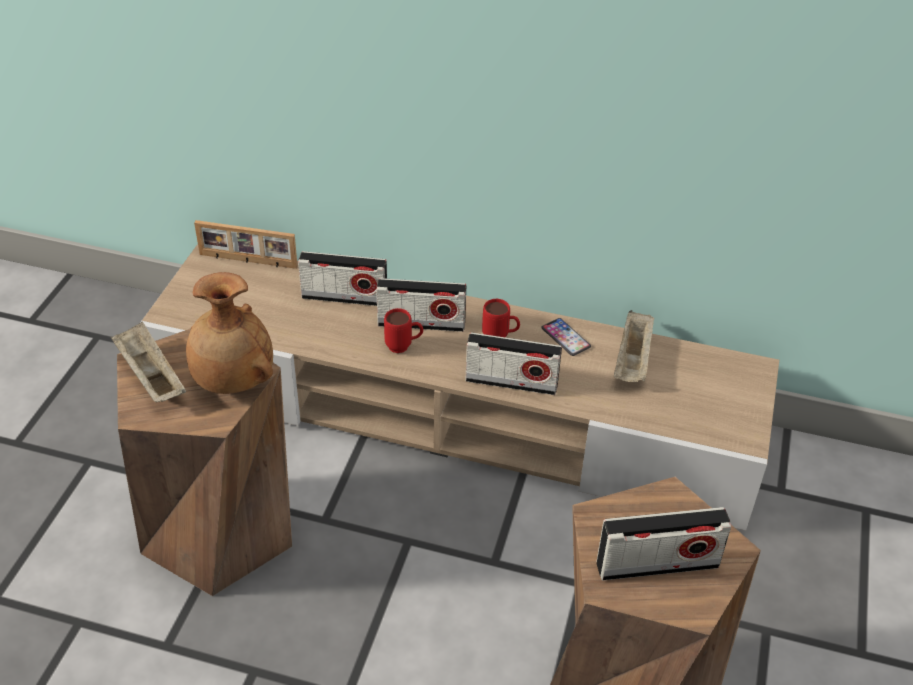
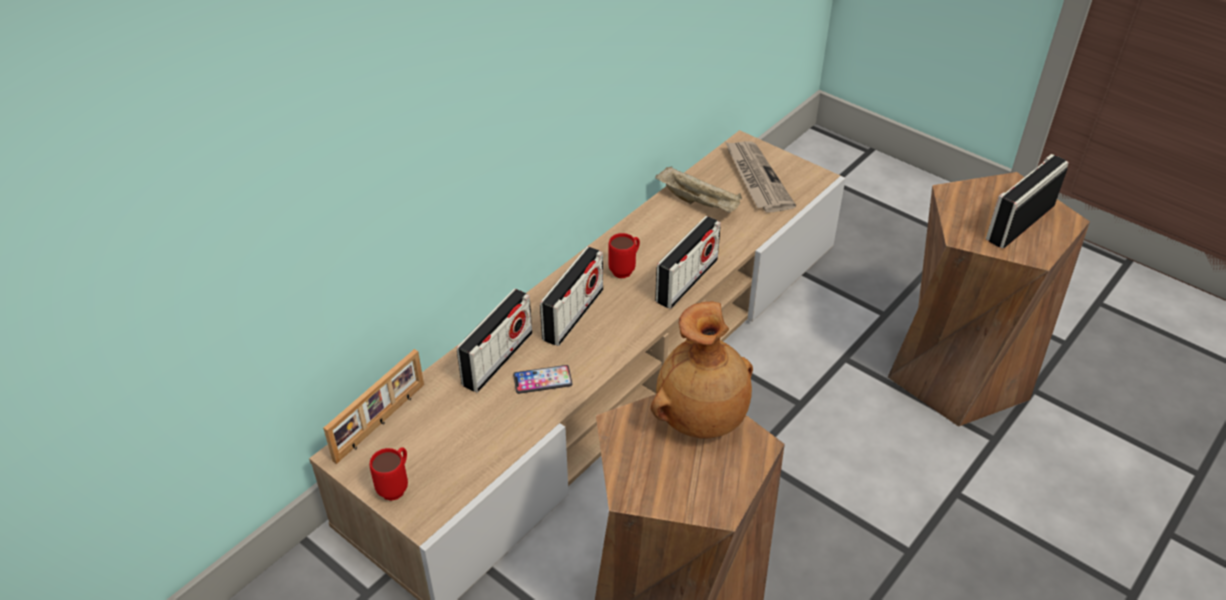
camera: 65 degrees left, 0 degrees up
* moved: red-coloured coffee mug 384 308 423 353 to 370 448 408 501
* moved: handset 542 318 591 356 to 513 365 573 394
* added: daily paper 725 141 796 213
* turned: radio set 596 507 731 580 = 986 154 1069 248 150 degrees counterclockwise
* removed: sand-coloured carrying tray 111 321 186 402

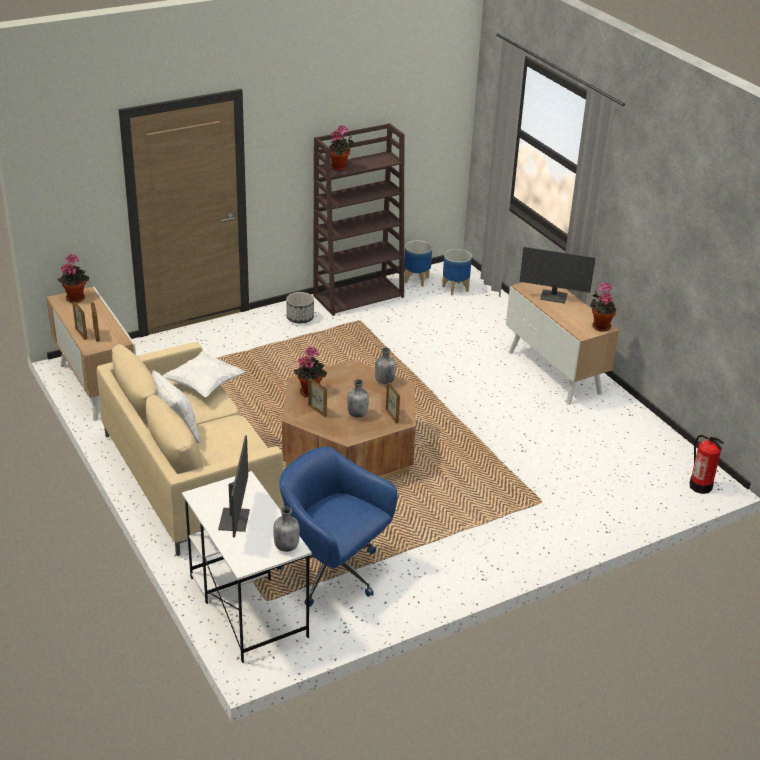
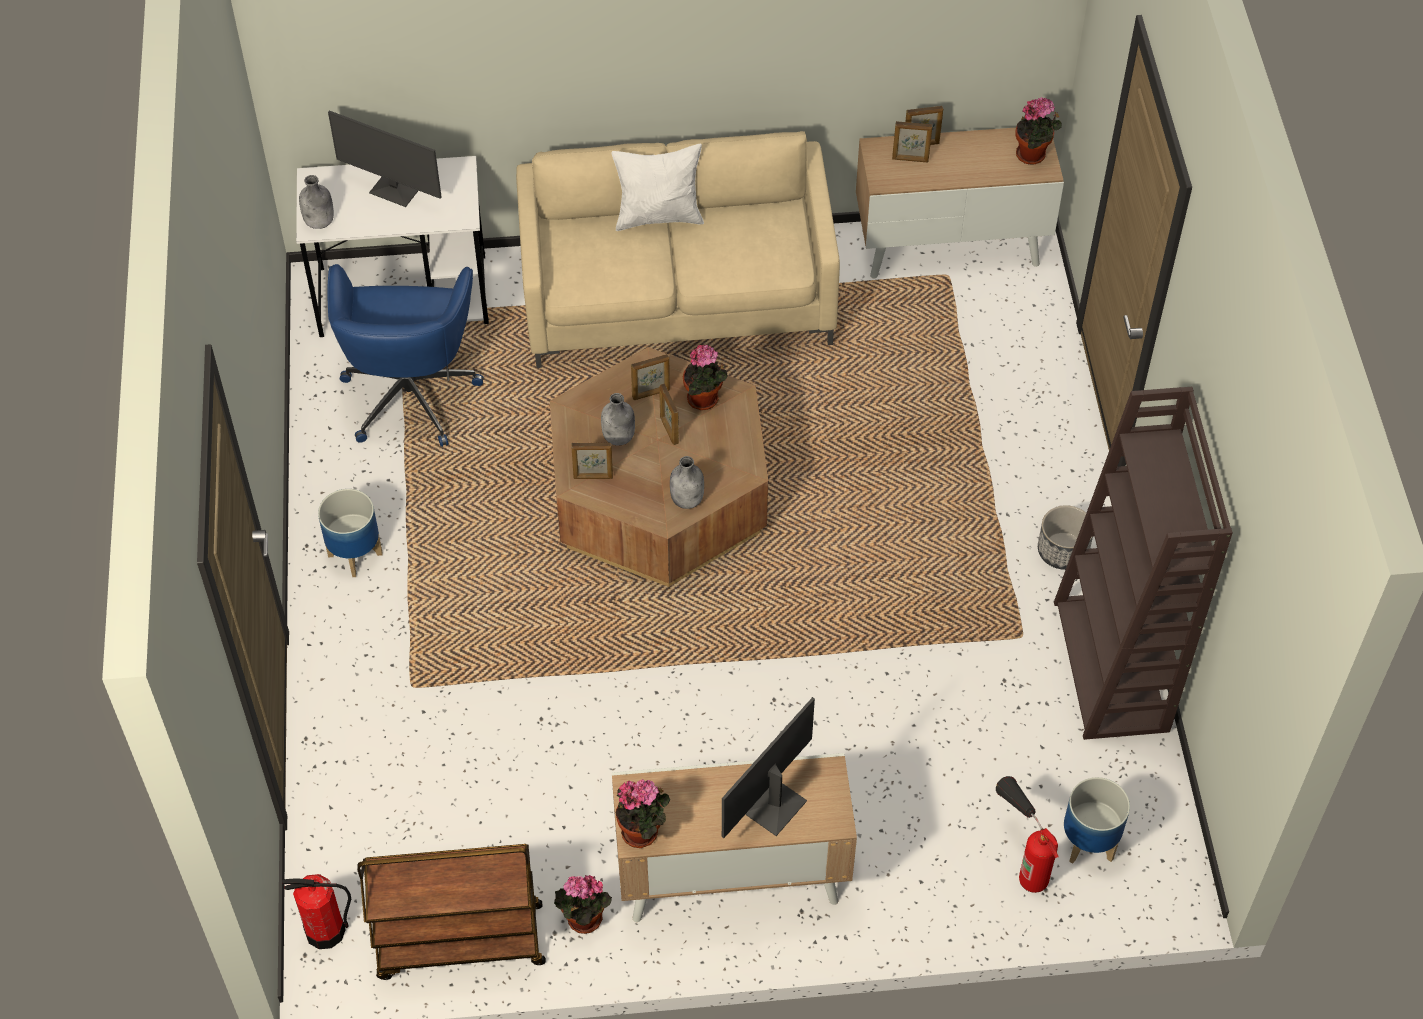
camera: 115 degrees right, 20 degrees up
* moved: planter 404 240 432 287 to 318 489 383 577
* turned: bluish office chair 276 446 398 607 = 327 264 484 447 120 degrees clockwise
* added: brown cart 357 844 546 980
* moved: potted plant 329 125 354 171 to 554 875 612 934
* added: picture frame 659 383 679 445
* added: fire extinguisher 996 776 1059 893
* removed: white throw pillow 162 351 245 397

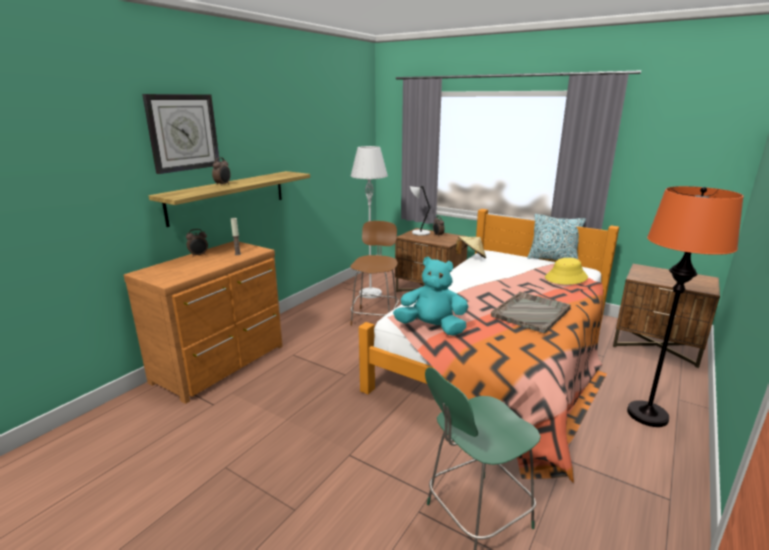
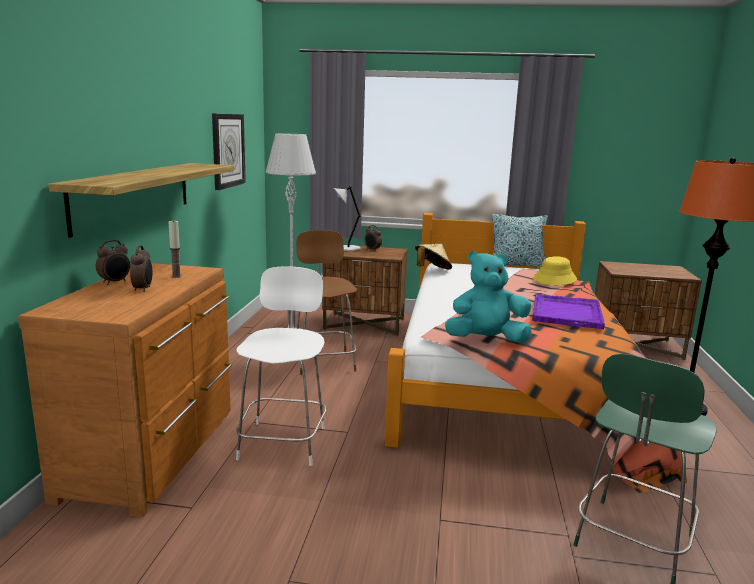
camera: 25 degrees left, 5 degrees down
* moved: alarm clock 212 157 230 186 to 130 245 153 292
* moved: clock on the wall 142 94 220 174 to 212 113 246 190
* added: white upright chair 236 266 326 466
* recoloured: gray carrying tray 491 292 571 334 to purple carrying tray 532 294 605 329

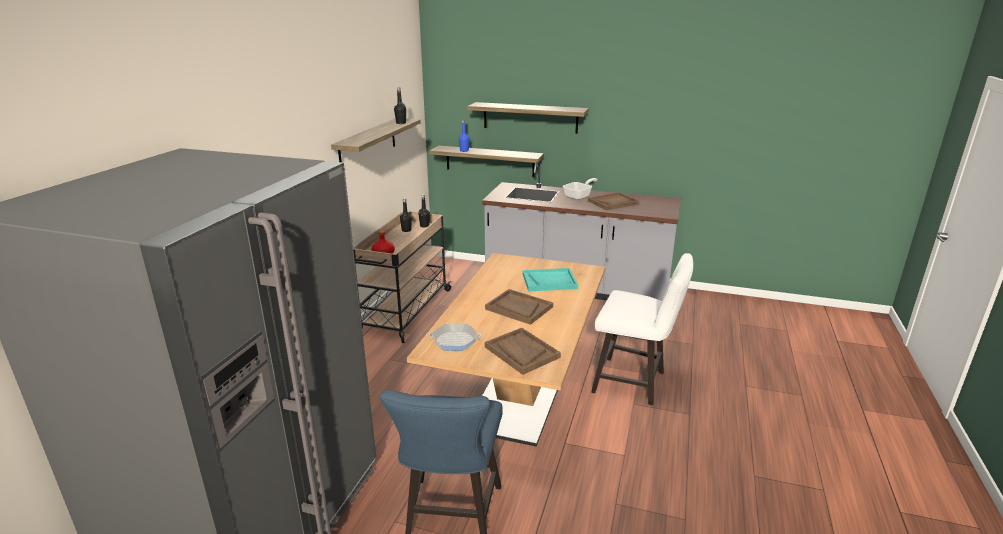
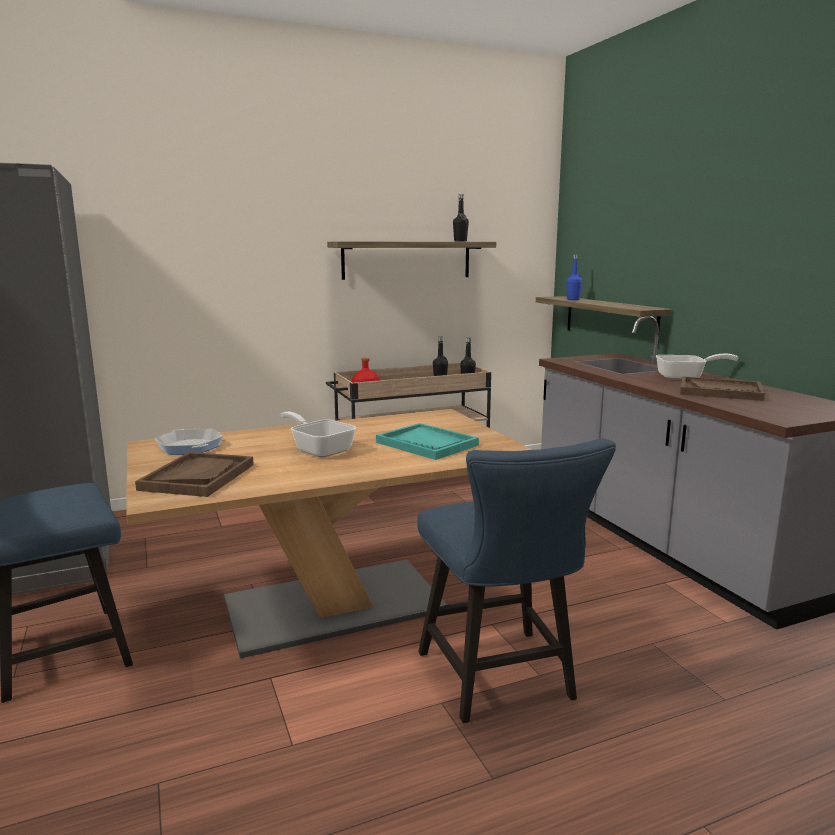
camera: 50 degrees right, 10 degrees down
* replaced: brown carrying tray 485 289 553 325 to pan 280 412 356 457
* recoloured: white upright chair 591 253 693 405 to bluish upright chair 417 438 616 723
* removed: shelf 467 102 589 134

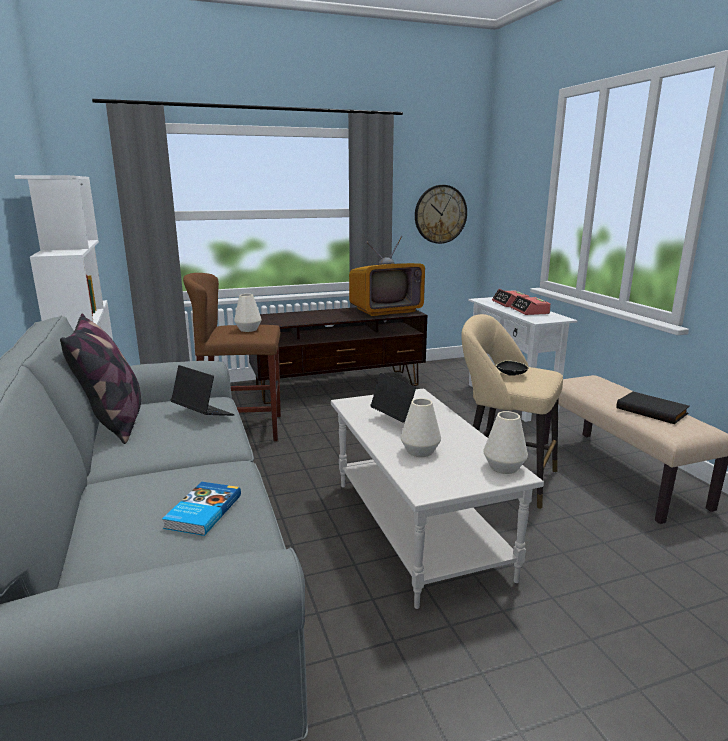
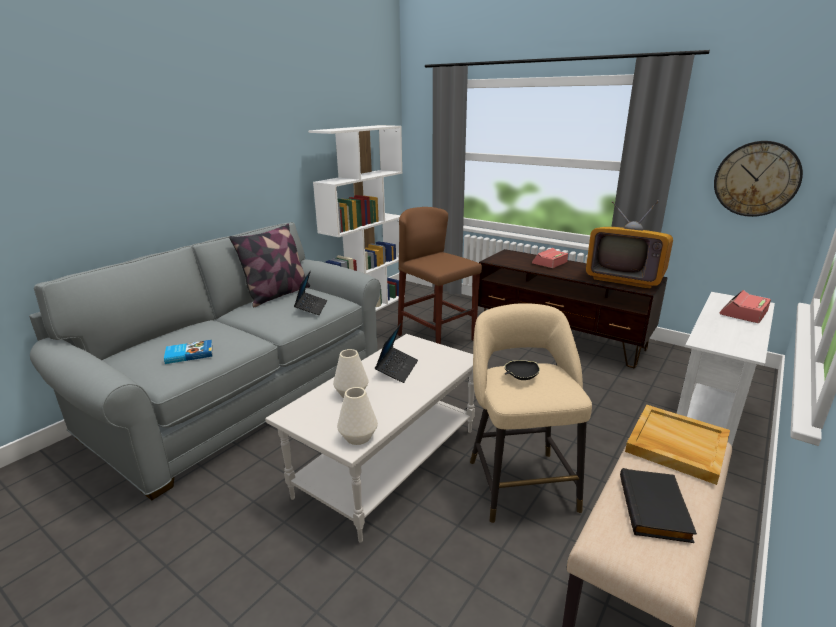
camera: 55 degrees right, 5 degrees up
* moved: alarm clock 510 295 551 315 to 532 248 568 268
* added: sand-coloured carrying tray 625 405 730 485
* removed: white flower vase 234 294 262 332

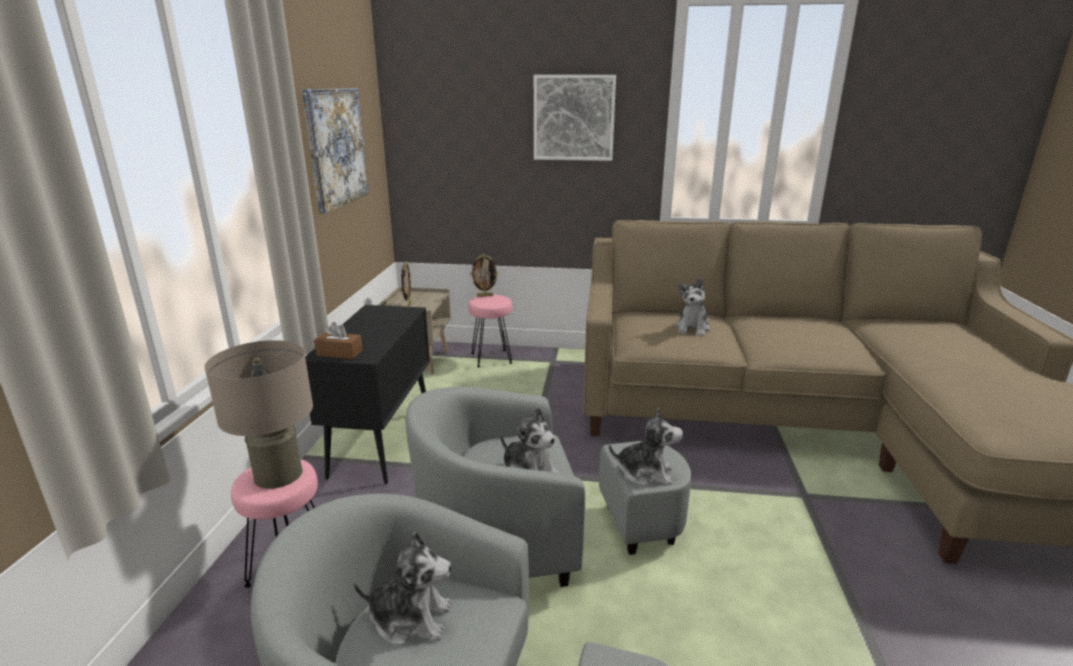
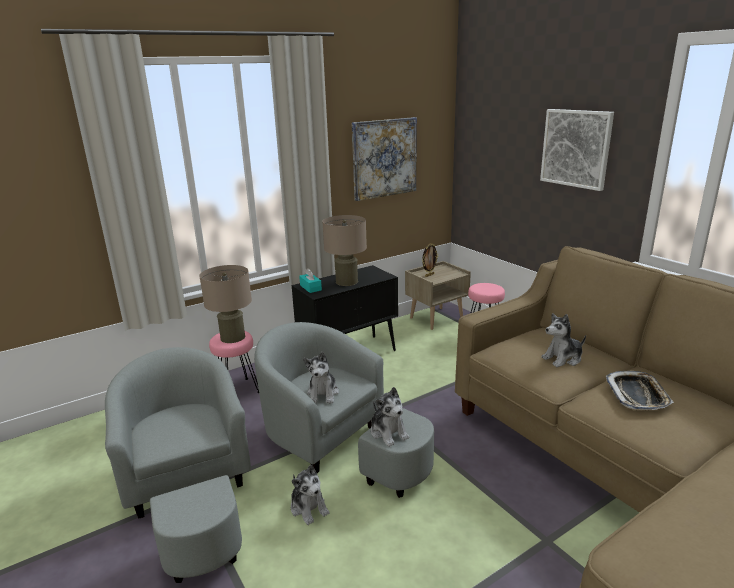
camera: 50 degrees right, 0 degrees up
* moved: cuddly toy 354 532 452 646 to 291 465 330 525
* recoloured: brown tissue box 314 322 363 359 to turquoise-coloured tissue box 299 268 322 293
* added: sand-coloured lamp for a table 322 215 367 286
* added: carrying tray 606 371 674 410
* removed: picture frame 470 254 499 297

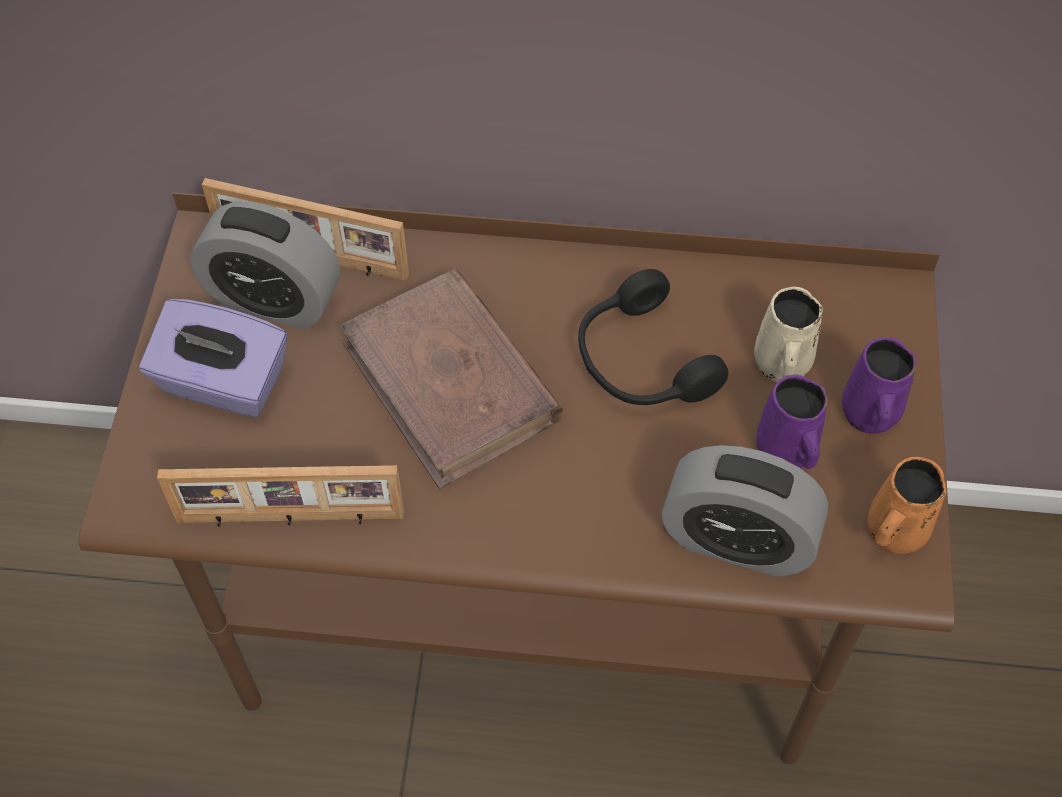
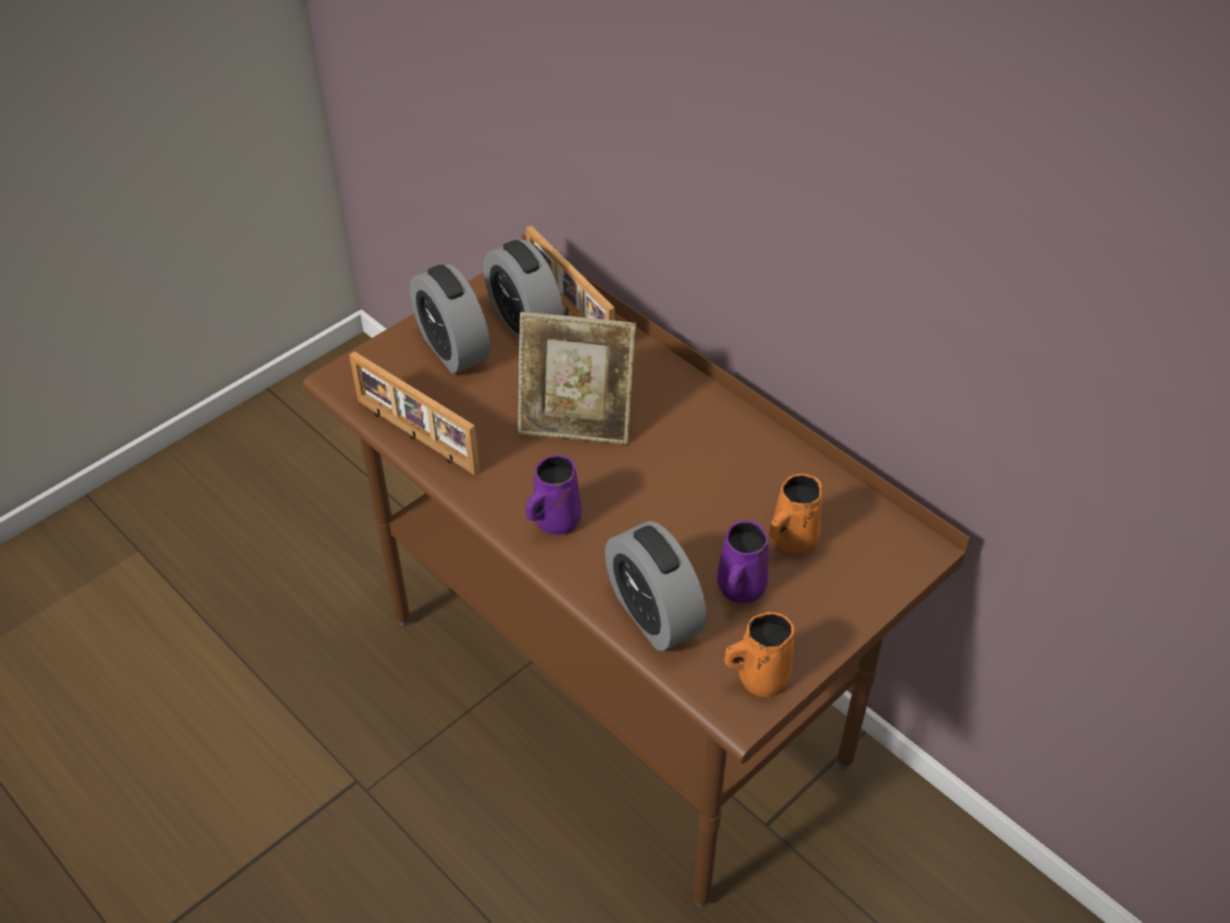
camera: 40 degrees right, 10 degrees down
* replaced: purple tissue box 139 299 287 417 to alarm clock 410 264 490 374
* replaced: brown bound book 339 269 563 489 to picture frame 518 312 636 444
* moved: purple coffee mug 842 337 917 434 to 526 455 582 535
* recoloured: sand-coloured coffee mug 754 287 823 382 to orange coffee mug 769 474 822 555
* removed: black-coloured headset 578 269 728 405

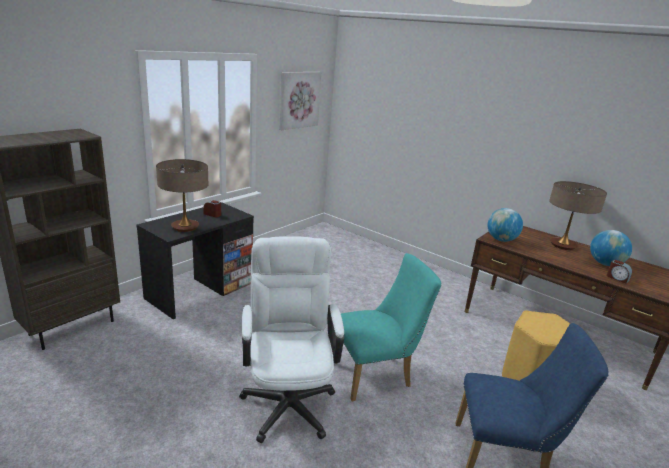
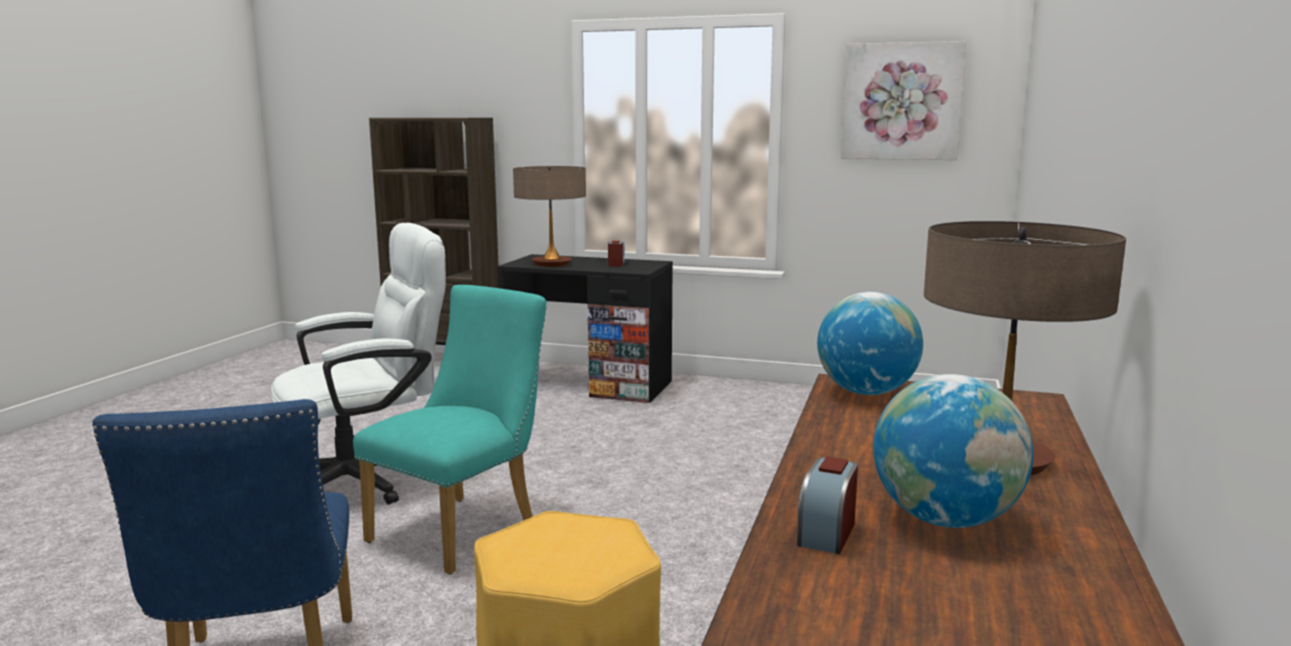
camera: 70 degrees right, 10 degrees down
* turned: turquoise-coloured upright chair 341 253 442 401 = 353 285 547 575 105 degrees counterclockwise

